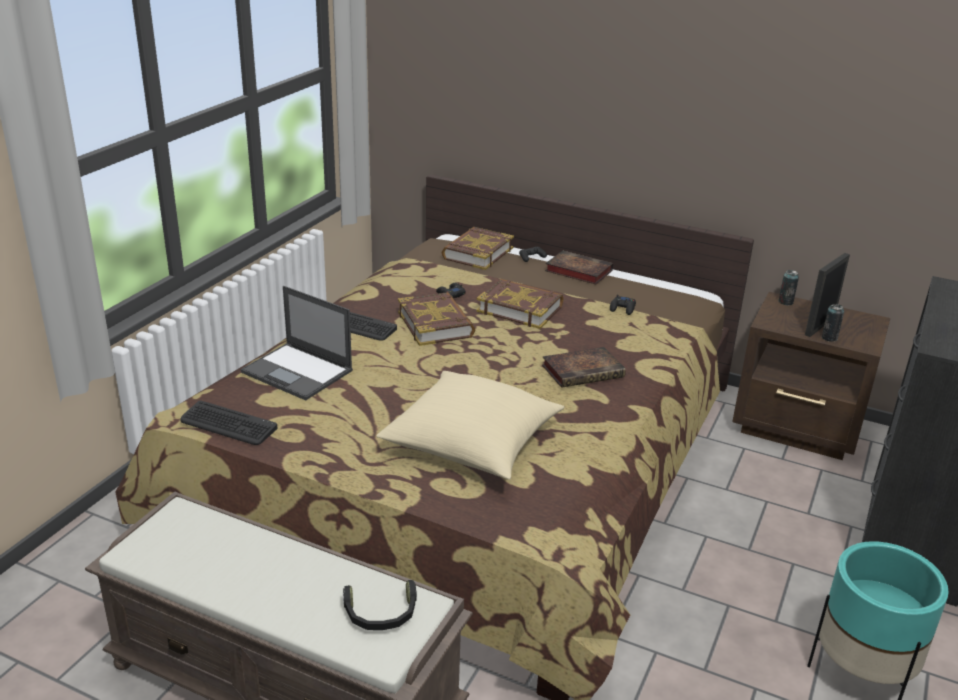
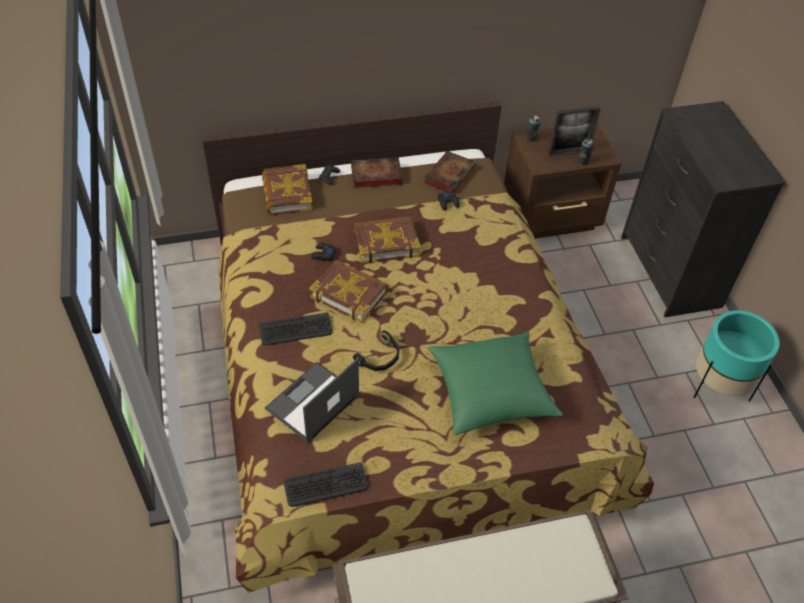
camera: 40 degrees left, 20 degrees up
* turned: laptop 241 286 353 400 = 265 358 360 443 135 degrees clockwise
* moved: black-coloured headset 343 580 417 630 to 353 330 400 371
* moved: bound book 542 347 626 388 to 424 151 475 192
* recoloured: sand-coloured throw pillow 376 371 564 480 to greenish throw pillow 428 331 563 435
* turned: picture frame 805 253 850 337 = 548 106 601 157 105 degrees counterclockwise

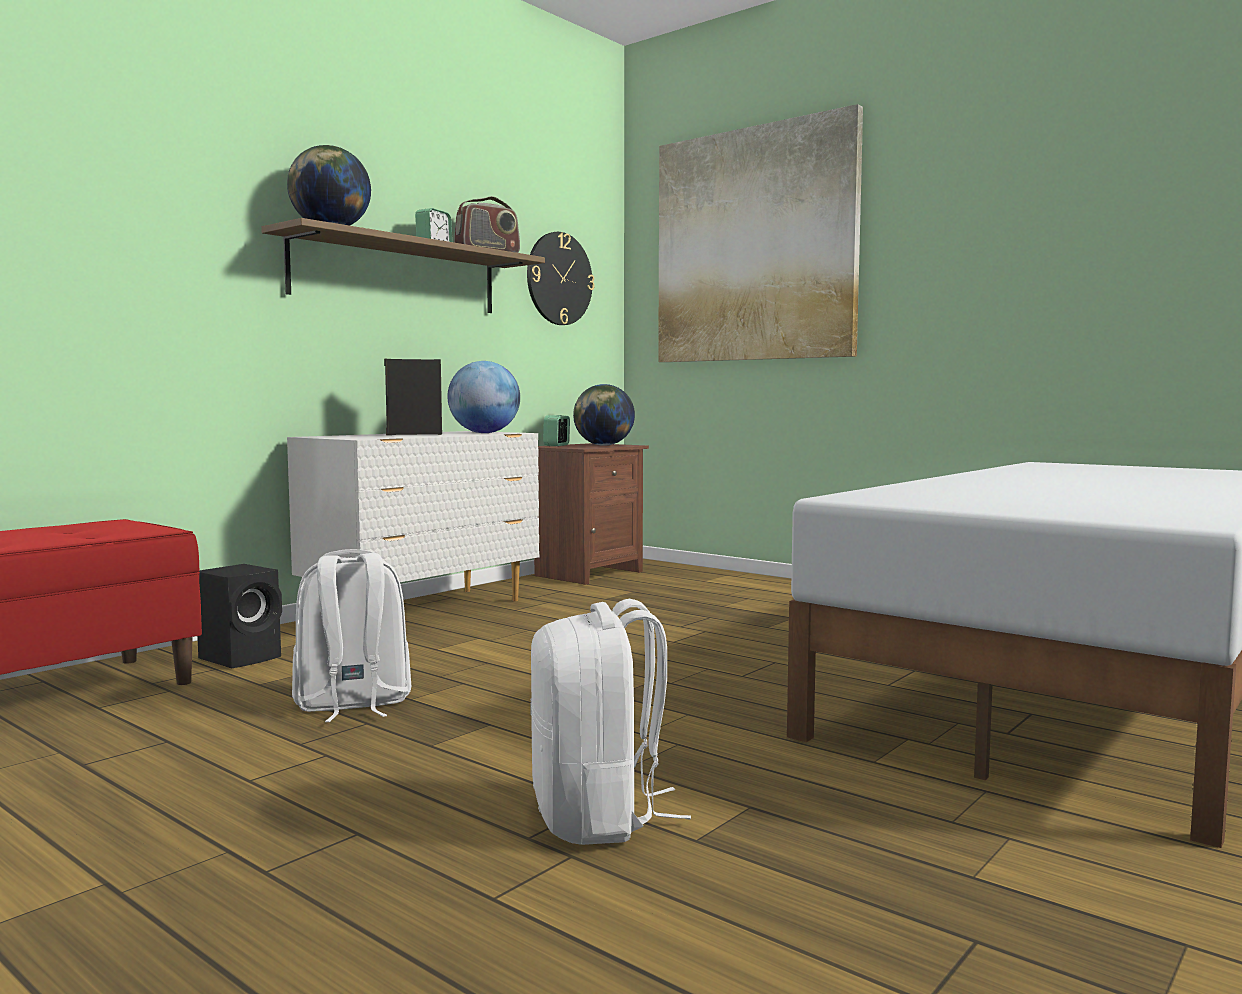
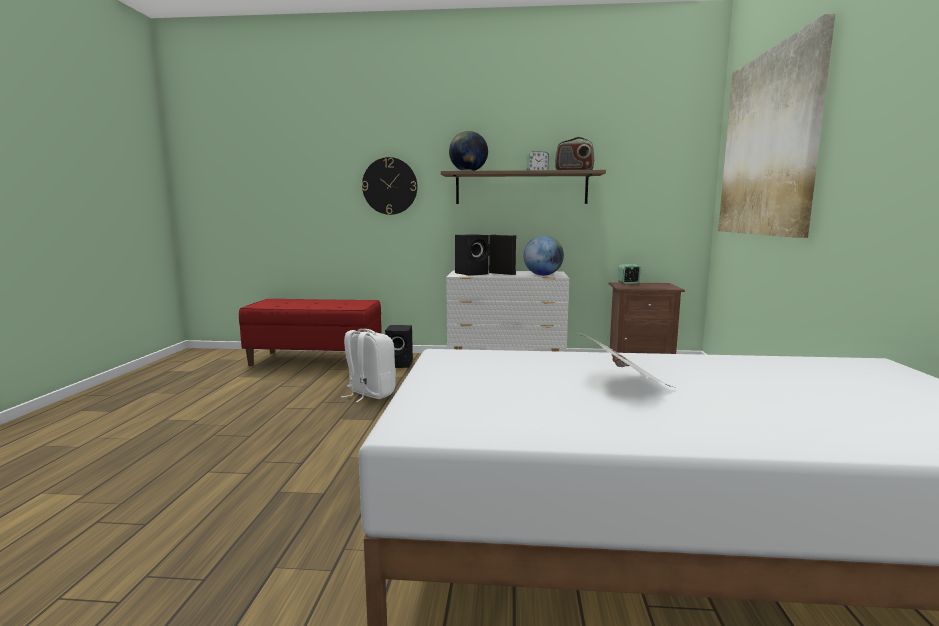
camera: 55 degrees right, 5 degrees up
* moved: clock on the wall 527 232 595 325 to 362 157 417 215
* added: black-coloured audio speaker 455 234 490 276
* added: daily paper 579 333 673 387
* removed: white rucksack 530 599 691 845
* removed: world globe 573 384 635 446

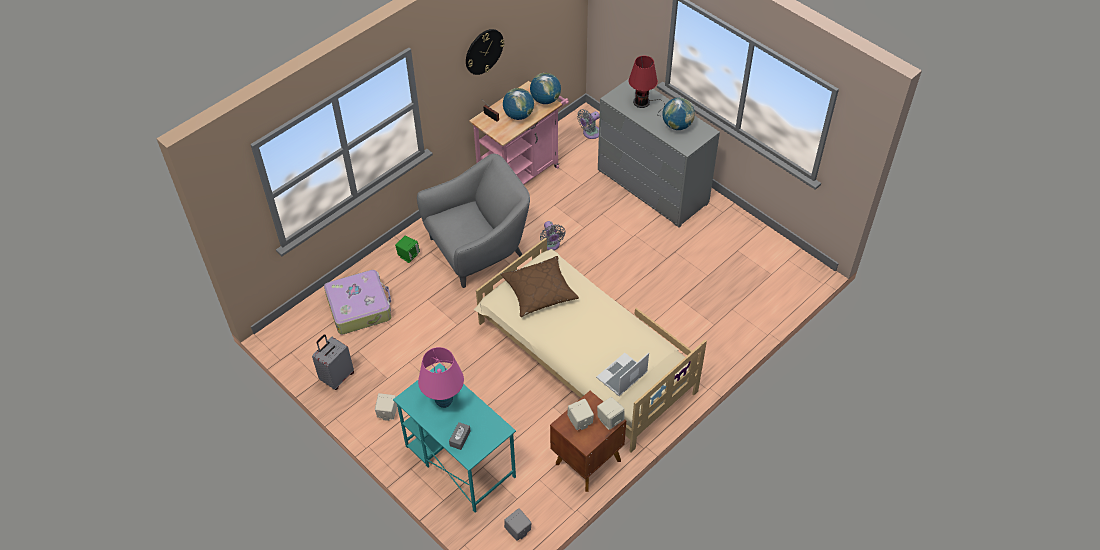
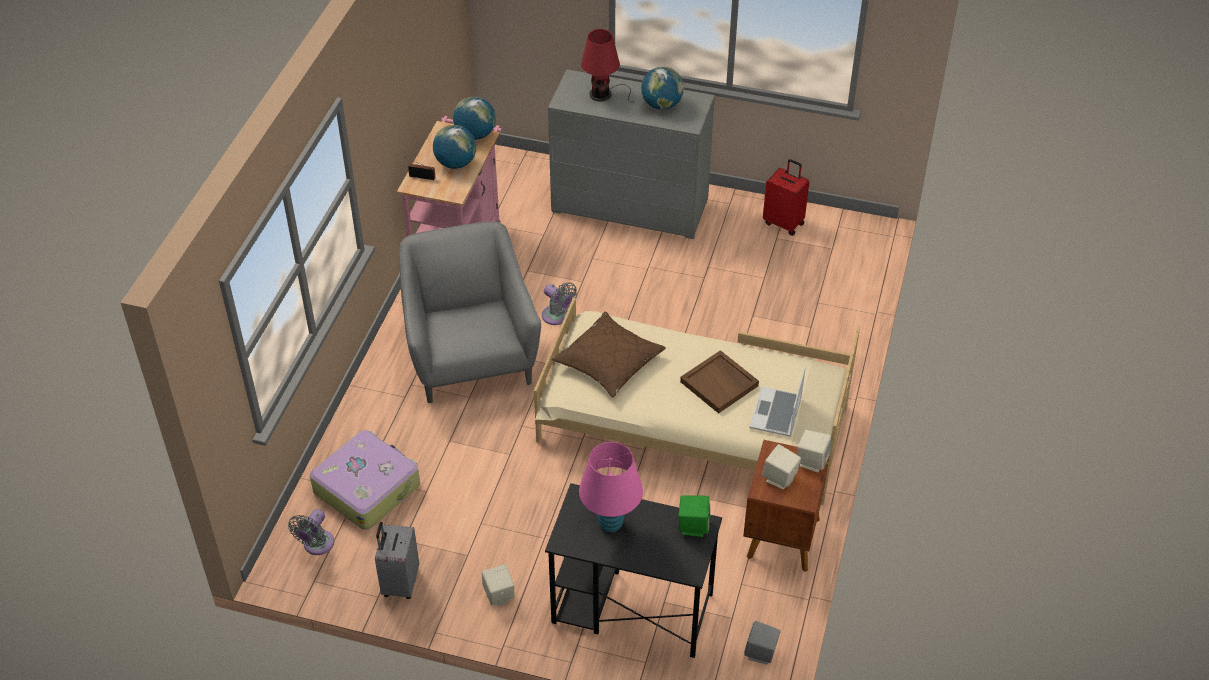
camera: 30 degrees left, 5 degrees down
* moved: gray cooling fan 577 109 600 139 to 288 509 334 555
* turned: gray armchair 417 154 530 288 = 399 221 541 403 45 degrees counterclockwise
* recoloured: turquoise-coloured desk 393 363 516 513 to black-coloured desk 545 483 722 658
* moved: greenish audio speaker 395 236 420 263 to 678 496 711 537
* added: brown carrying tray 680 350 759 414
* added: red-coloured suitcase 763 159 809 236
* removed: gray tissue box 449 422 471 450
* removed: clock on the wall 466 29 505 75

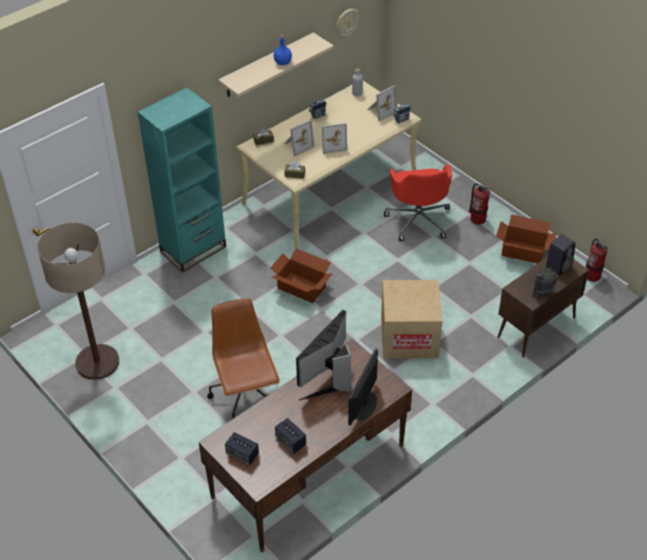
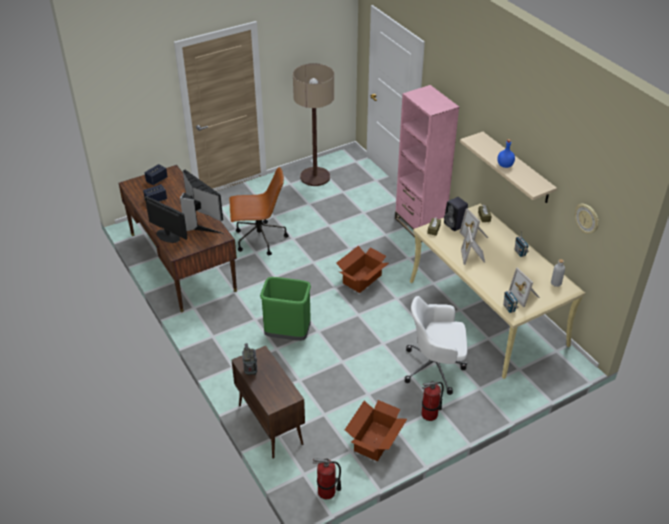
camera: 100 degrees right, 5 degrees down
* replaced: packing box 381 280 442 359 to greenish waste bin 260 277 311 341
* recoloured: turquoise-coloured bookcase 138 88 226 272 to pink-coloured bookcase 395 85 459 242
* recoloured: red-coloured office chair 384 164 452 241 to white office chair 405 296 468 395
* moved: black-coloured audio speaker 546 234 575 275 to 444 197 468 231

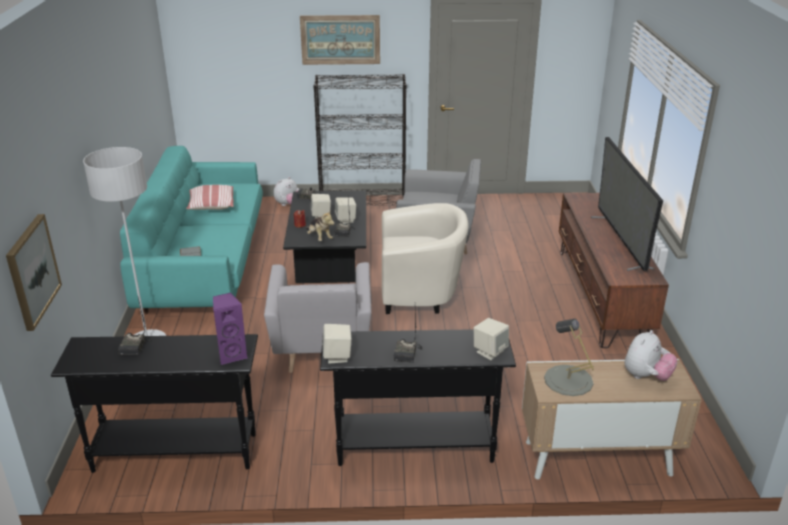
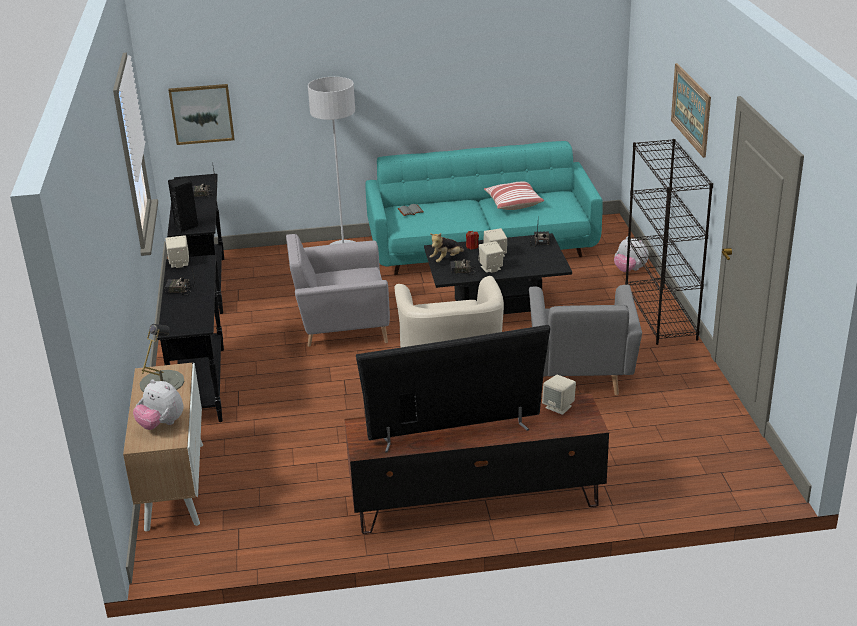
camera: 85 degrees right, 0 degrees up
* recoloured: purple audio speaker 213 293 248 365 to black-coloured audio speaker 168 177 198 232
* moved: sand-coloured audio speaker 474 318 509 360 to 542 375 576 415

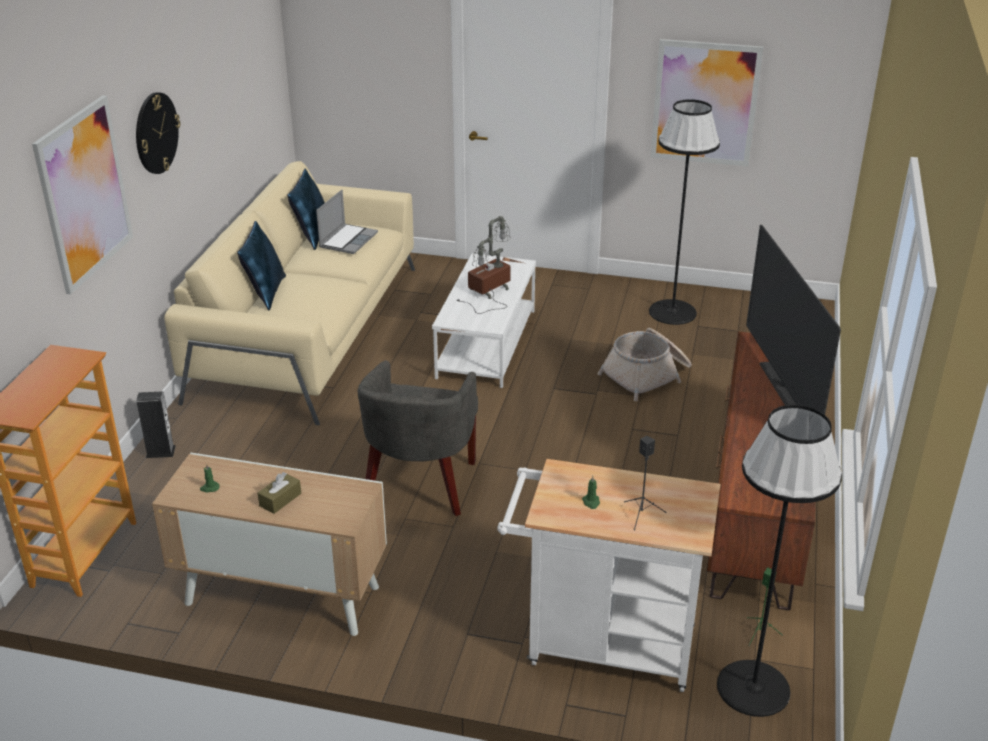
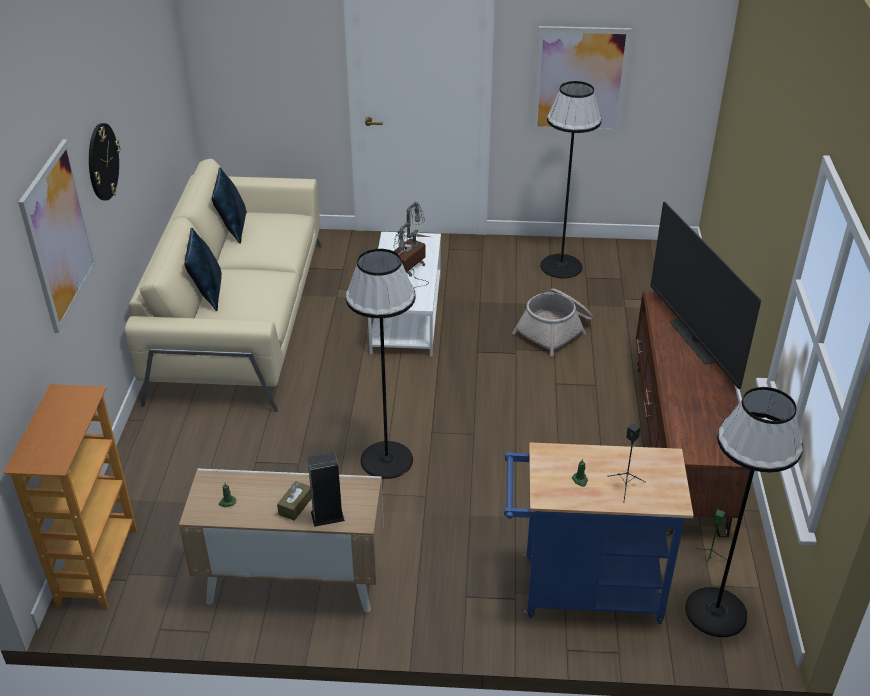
camera: 10 degrees left, 5 degrees up
* moved: audio speaker 136 391 176 458 to 307 452 345 527
* replaced: gray armchair 358 360 478 516 to black-coloured standing lamp 345 249 416 479
* recoloured: white cart 497 459 721 692 to bluish cart 504 442 694 624
* removed: laptop 316 189 378 254

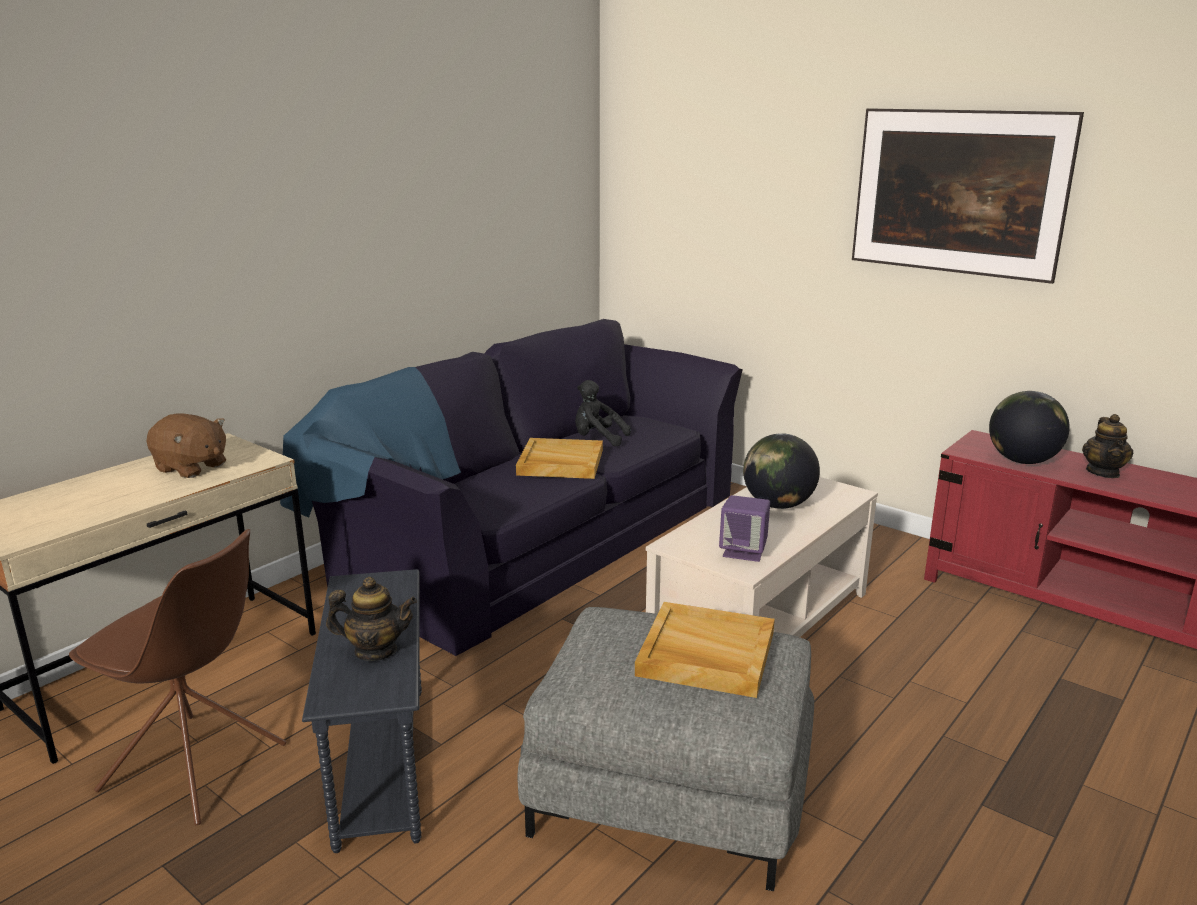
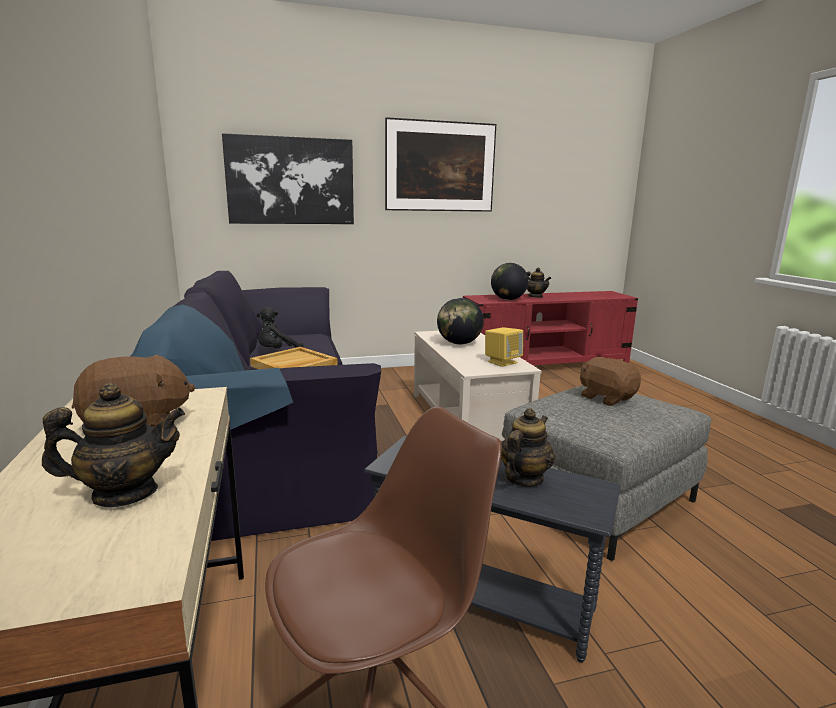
camera: 55 degrees left, 5 degrees down
* added: pot for tea 42 383 185 508
* added: wall art 222 133 354 224
* recoloured: purple audio speaker 719 495 770 562 to yellowish audio speaker 485 327 523 367
* replaced: sand-coloured carrying tray 635 602 775 698 to brown cuddly toy 580 357 641 406

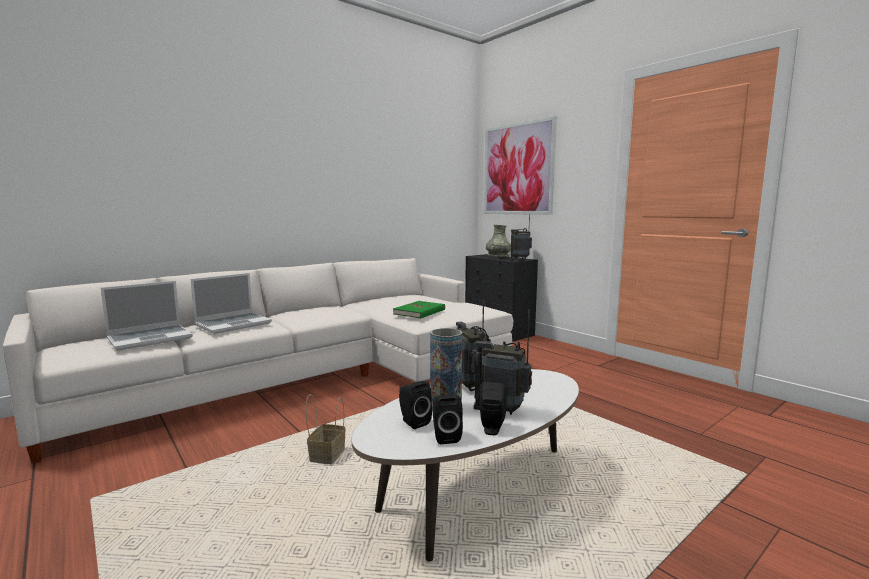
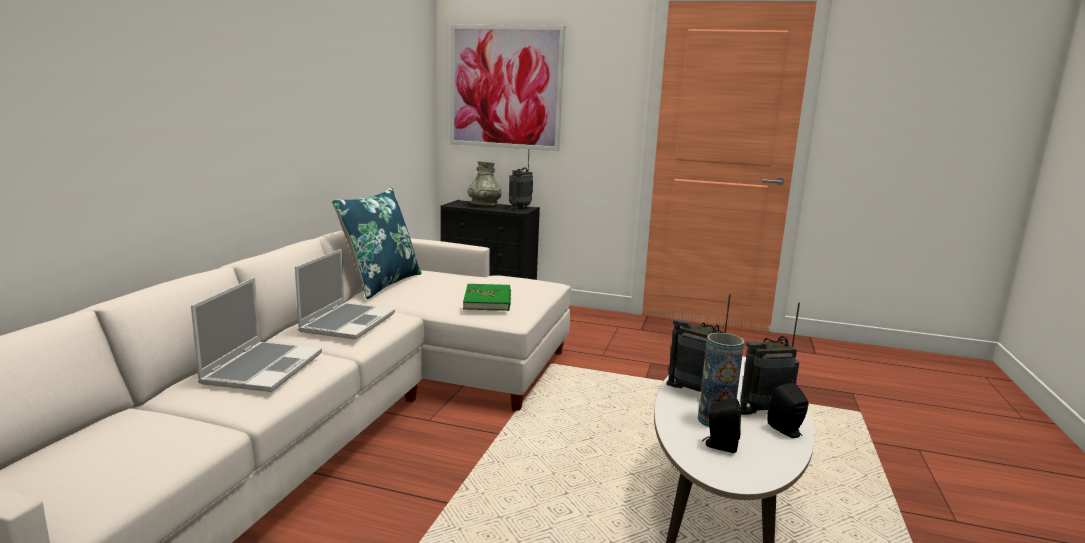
camera: 35 degrees left, 5 degrees up
* moved: laptop 101 281 193 351 to 295 249 395 340
* added: bluish throw pillow 332 188 422 299
* removed: storage basket 306 394 346 464
* removed: black-coloured audio speaker 433 394 463 444

